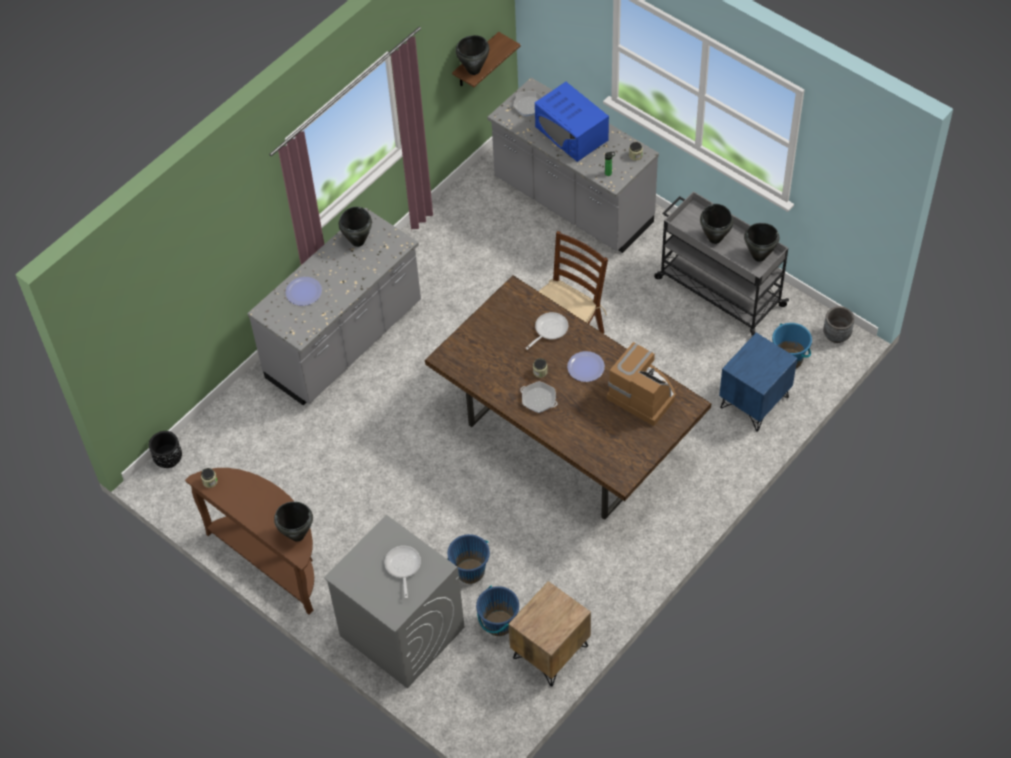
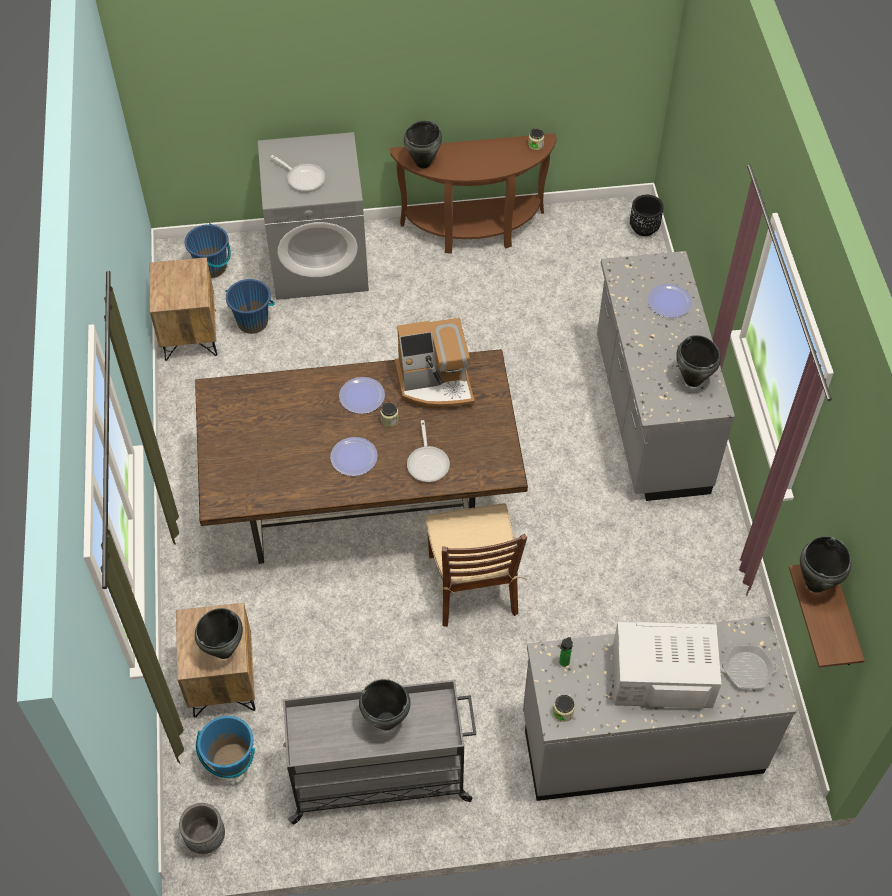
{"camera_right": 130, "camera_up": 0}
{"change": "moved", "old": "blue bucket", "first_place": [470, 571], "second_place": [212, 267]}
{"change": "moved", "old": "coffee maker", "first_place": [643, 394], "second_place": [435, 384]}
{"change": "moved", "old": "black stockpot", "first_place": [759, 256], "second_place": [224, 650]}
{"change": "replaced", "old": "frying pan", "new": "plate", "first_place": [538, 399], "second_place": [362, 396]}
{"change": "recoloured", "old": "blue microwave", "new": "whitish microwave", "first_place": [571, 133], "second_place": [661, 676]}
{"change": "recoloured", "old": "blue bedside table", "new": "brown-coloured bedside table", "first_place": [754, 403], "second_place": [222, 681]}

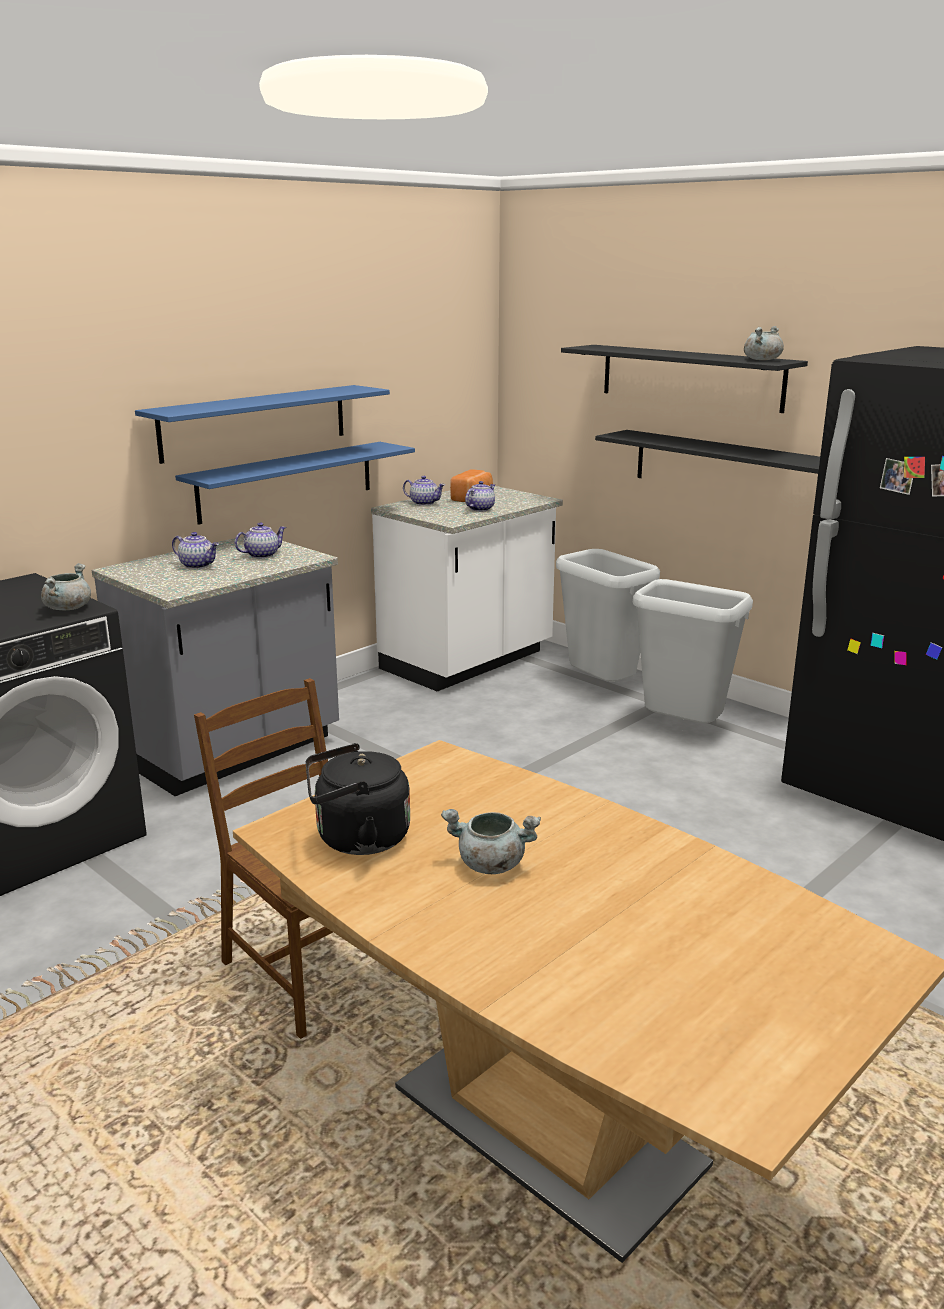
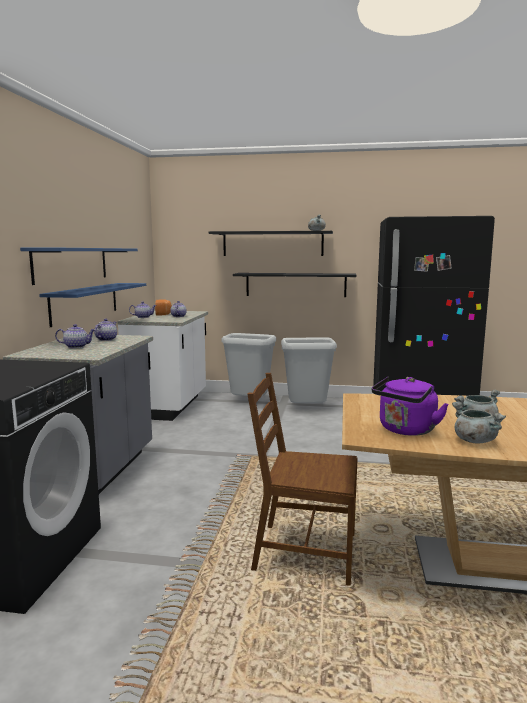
{"camera_right": -35, "camera_up": -10}
{"change": "moved", "old": "gray stockpot", "first_place": [68, 608], "second_place": [473, 440]}
{"change": "recoloured", "old": "black kettle", "new": "purple-coloured kettle", "first_place": [357, 839], "second_place": [405, 430]}

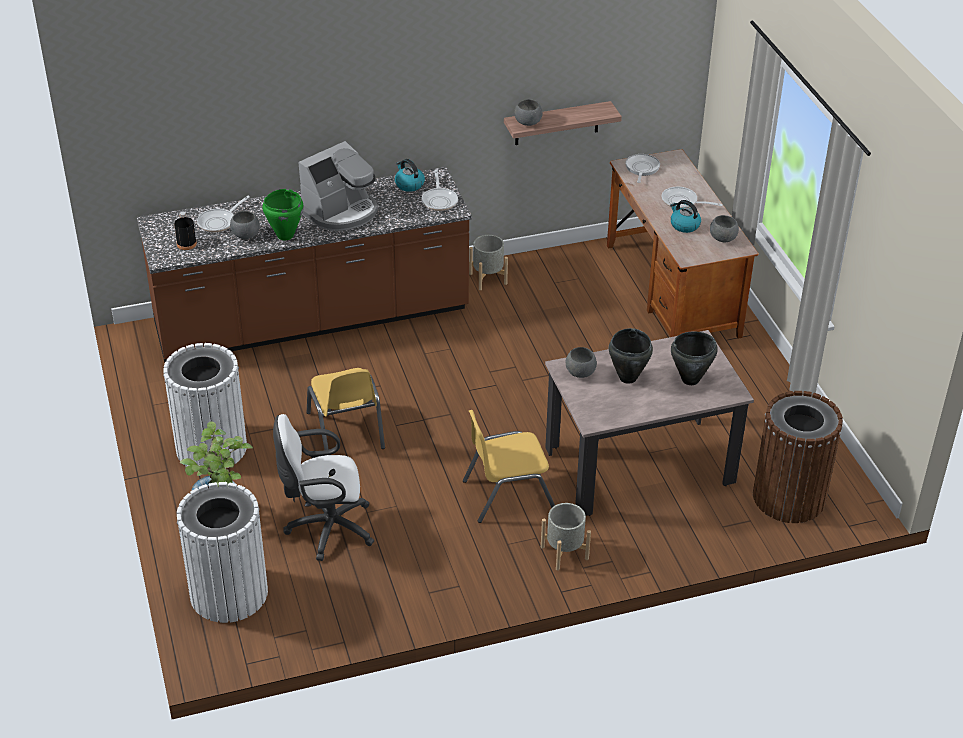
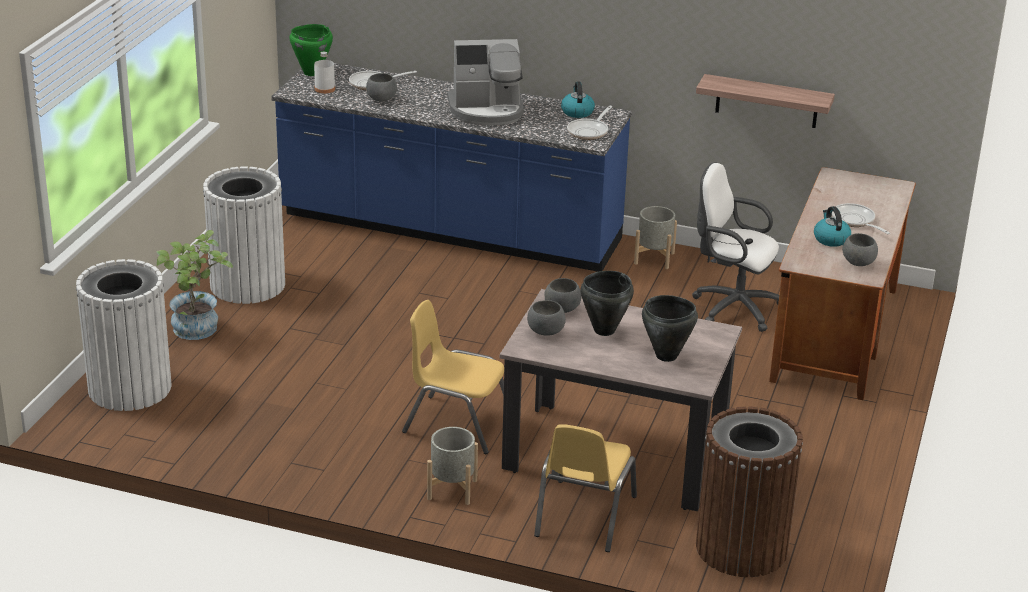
{"camera_right": 35, "camera_up": -10}
{"change": "removed", "old": "frying pan", "first_place": [641, 168]}
{"change": "moved", "old": "green-coloured stockpot", "first_place": [285, 236], "second_place": [311, 72]}
{"change": "moved", "old": "whitish office chair", "first_place": [325, 529], "second_place": [732, 307]}
{"change": "moved", "old": "yellow-coloured chair", "first_place": [346, 431], "second_place": [584, 516]}
{"change": "moved", "old": "gray bowl", "first_place": [527, 123], "second_place": [545, 331]}
{"change": "recoloured", "old": "brown-coloured kitchen base unit", "new": "blue kitchen base unit", "first_place": [312, 320], "second_place": [450, 229]}
{"change": "recoloured", "old": "black beverage bottle", "new": "whitish beverage bottle", "first_place": [186, 244], "second_place": [324, 89]}

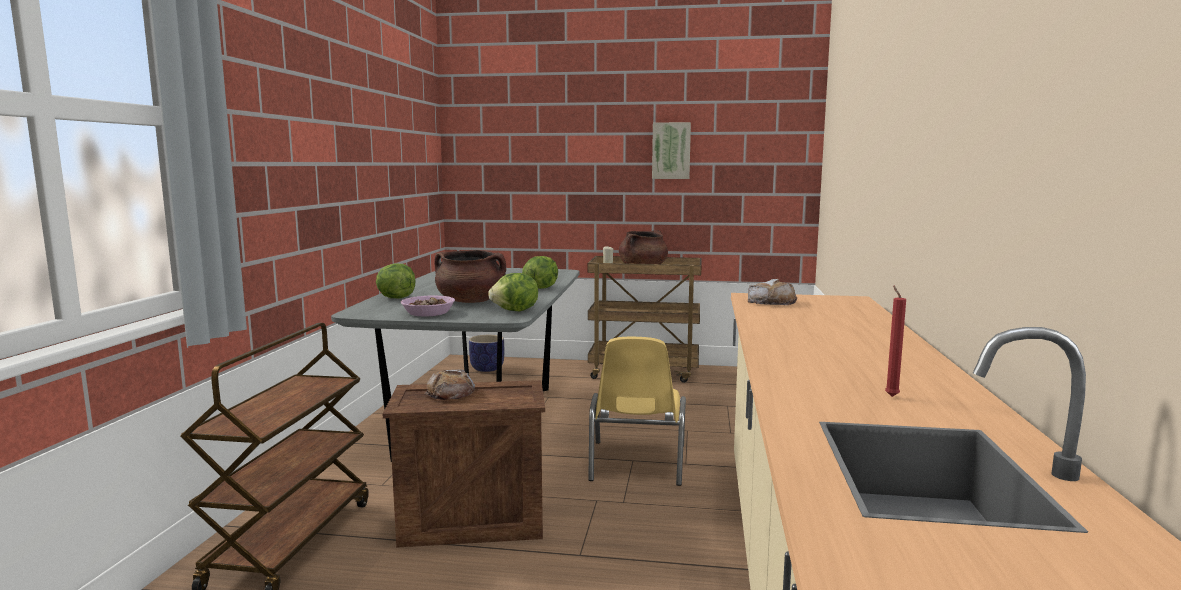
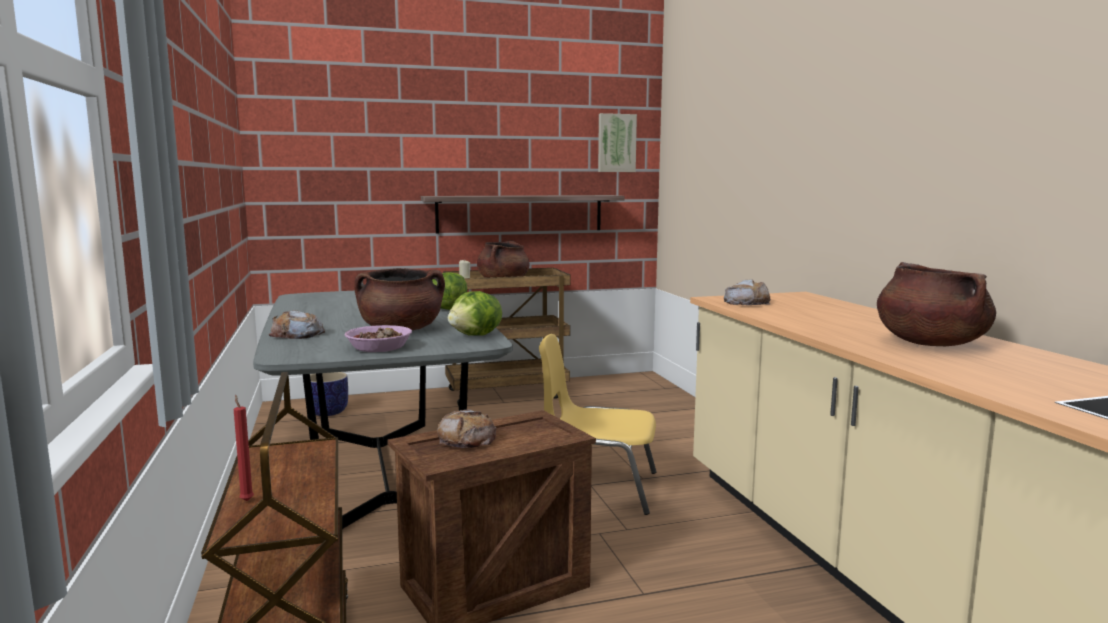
{"camera_right": -25, "camera_up": 0}
{"change": "added", "new": "wall shelf", "second_place": [520, 213]}
{"change": "added", "new": "brown-coloured stockpot", "second_place": [929, 343]}
{"change": "moved", "old": "wall art", "first_place": [671, 150], "second_place": [616, 143]}
{"change": "moved", "old": "red-coloured wax candle", "first_place": [890, 396], "second_place": [246, 500]}
{"change": "replaced", "old": "lettuce head", "new": "baked bread", "first_place": [395, 298], "second_place": [297, 334]}
{"change": "turned", "old": "yellow-coloured chair", "first_place": [636, 464], "second_place": [598, 487], "degrees": 120}

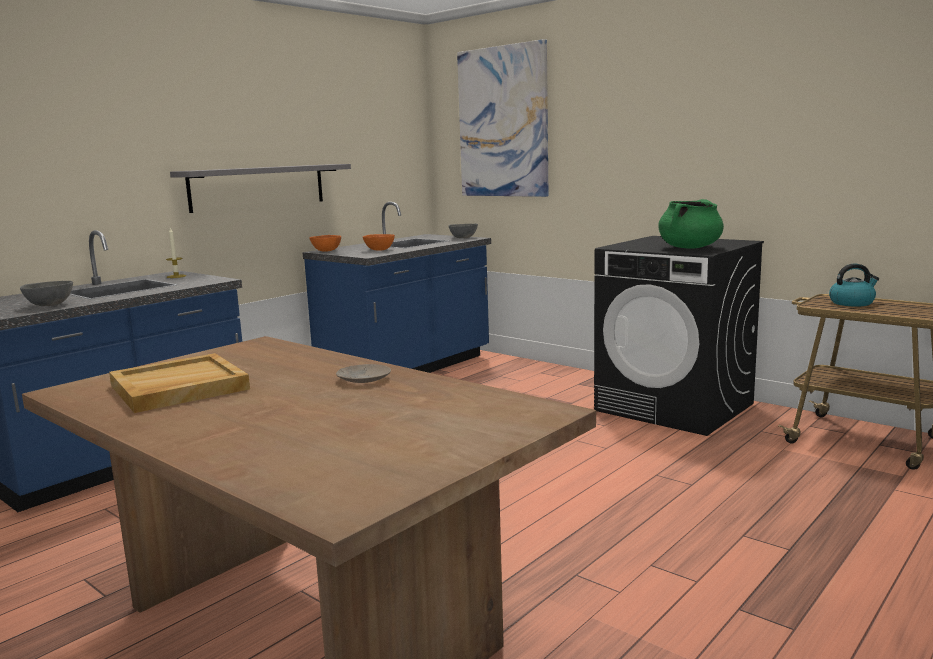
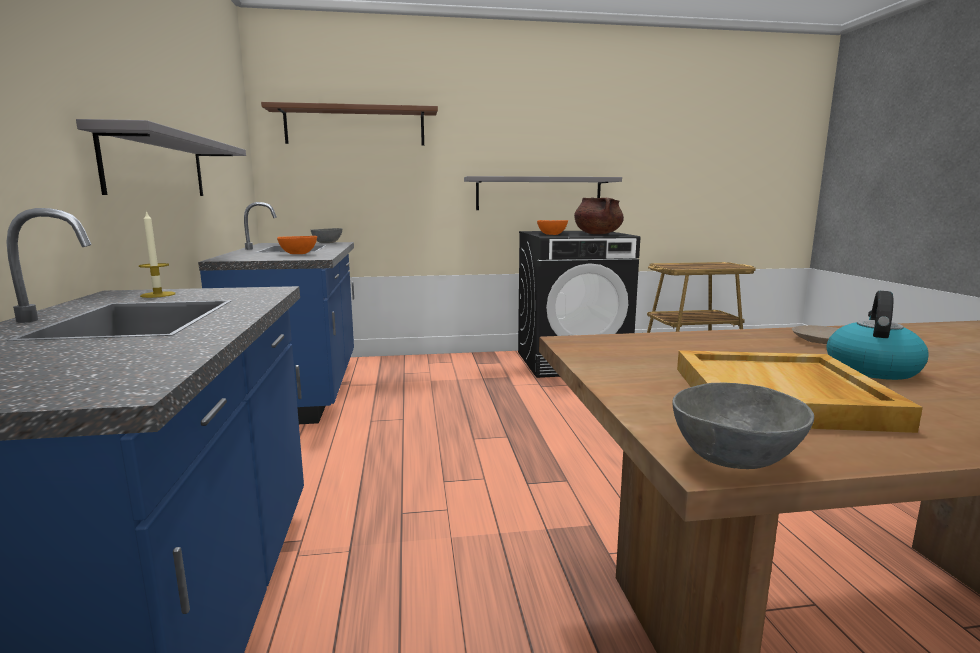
{"camera_right": -50, "camera_up": 0}
{"change": "added", "new": "gray wall shelf", "second_place": [538, 193]}
{"change": "moved", "old": "gray bowl", "first_place": [50, 305], "second_place": [736, 458]}
{"change": "moved", "old": "orange bowl", "first_place": [326, 251], "second_place": [552, 234]}
{"change": "moved", "old": "kettle", "first_place": [852, 303], "second_place": [871, 369]}
{"change": "replaced", "old": "wall art", "new": "brown-coloured wall shelf", "first_place": [503, 122], "second_place": [355, 126]}
{"change": "recoloured", "old": "green-coloured stockpot", "new": "brown-coloured stockpot", "first_place": [690, 248], "second_place": [597, 234]}

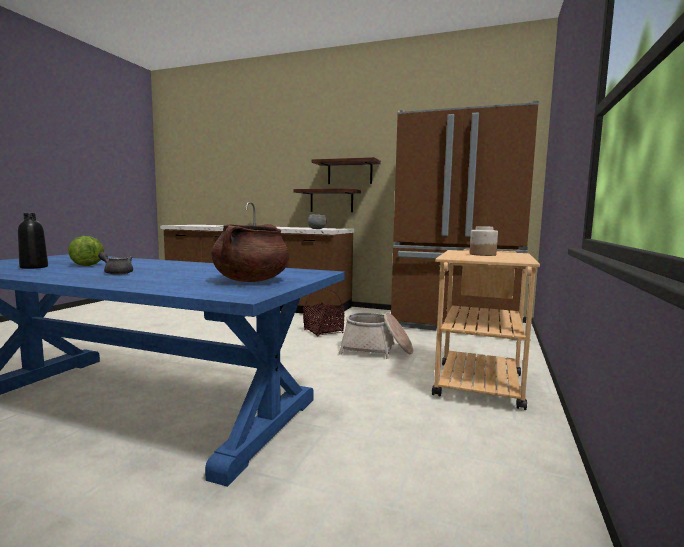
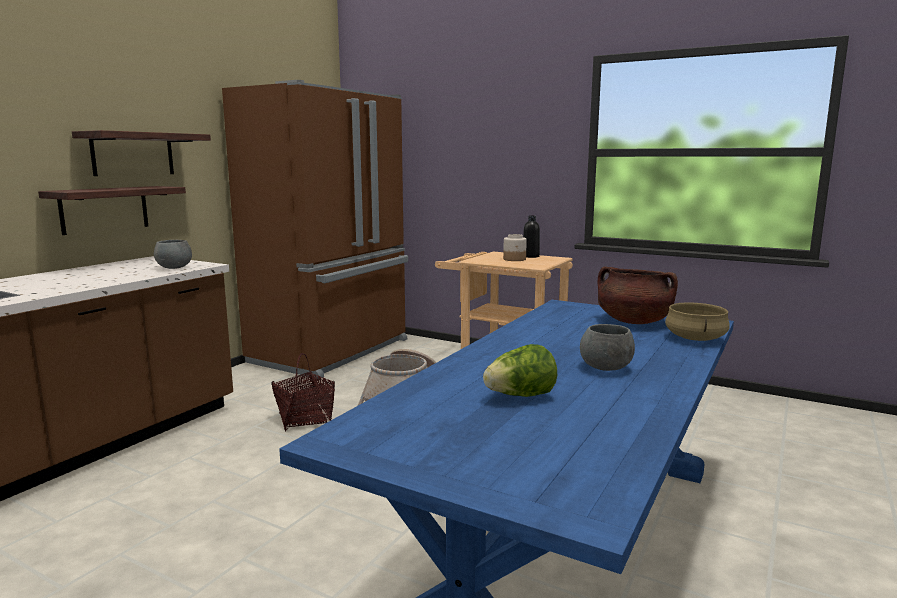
{"camera_right": -80, "camera_up": 5}
{"change": "added", "new": "beige stockpot", "second_place": [696, 338]}
{"change": "moved", "old": "black beverage bottle", "first_place": [34, 267], "second_place": [530, 256]}
{"change": "replaced", "old": "gray tea pot", "new": "gray bowl", "first_place": [116, 273], "second_place": [606, 368]}

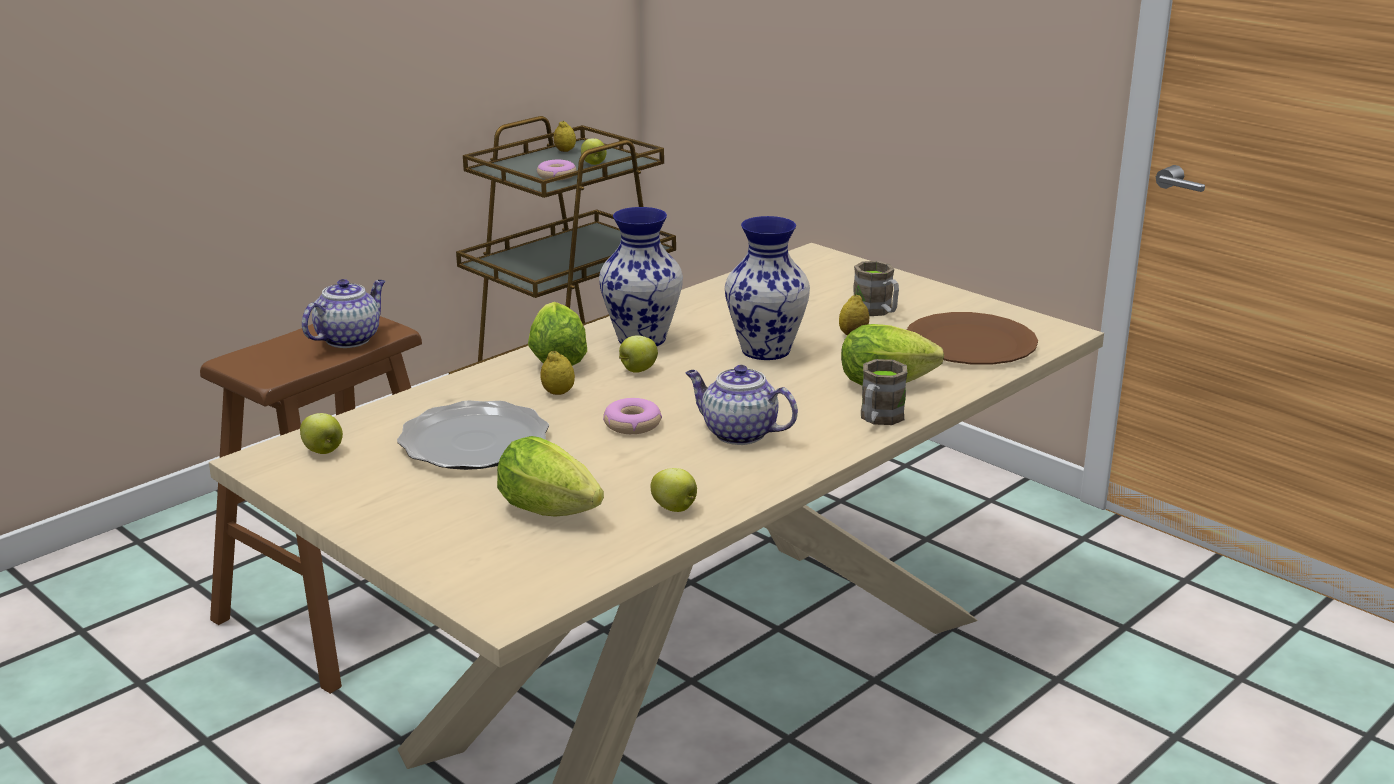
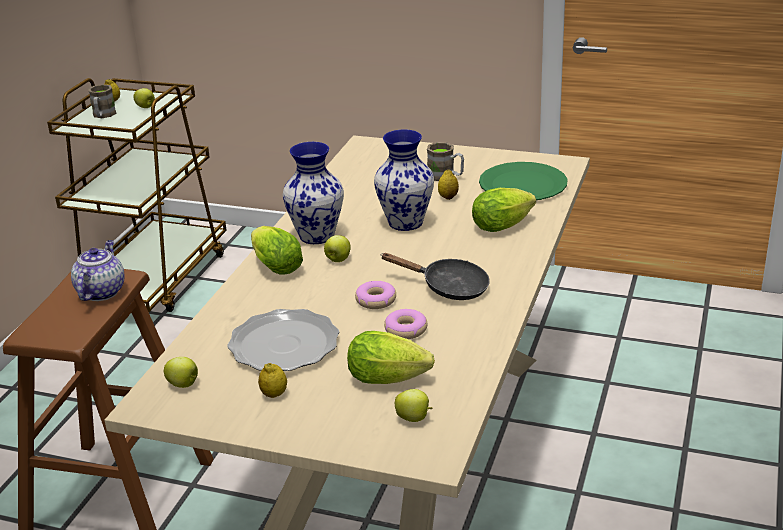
{"camera_right": -25, "camera_up": 5}
{"change": "moved", "old": "ring doughnut", "first_place": [557, 176], "second_place": [406, 330]}
{"change": "moved", "old": "lemon", "first_place": [558, 393], "second_place": [274, 394]}
{"change": "moved", "old": "apple", "first_place": [675, 509], "second_place": [414, 418]}
{"change": "moved", "old": "brown-coloured tea mug", "first_place": [878, 419], "second_place": [103, 115]}
{"change": "replaced", "old": "tea pot", "new": "black frying pan", "first_place": [737, 433], "second_place": [448, 287]}
{"change": "recoloured", "old": "brown-coloured plate", "new": "green-coloured plate", "first_place": [971, 343], "second_place": [523, 184]}

